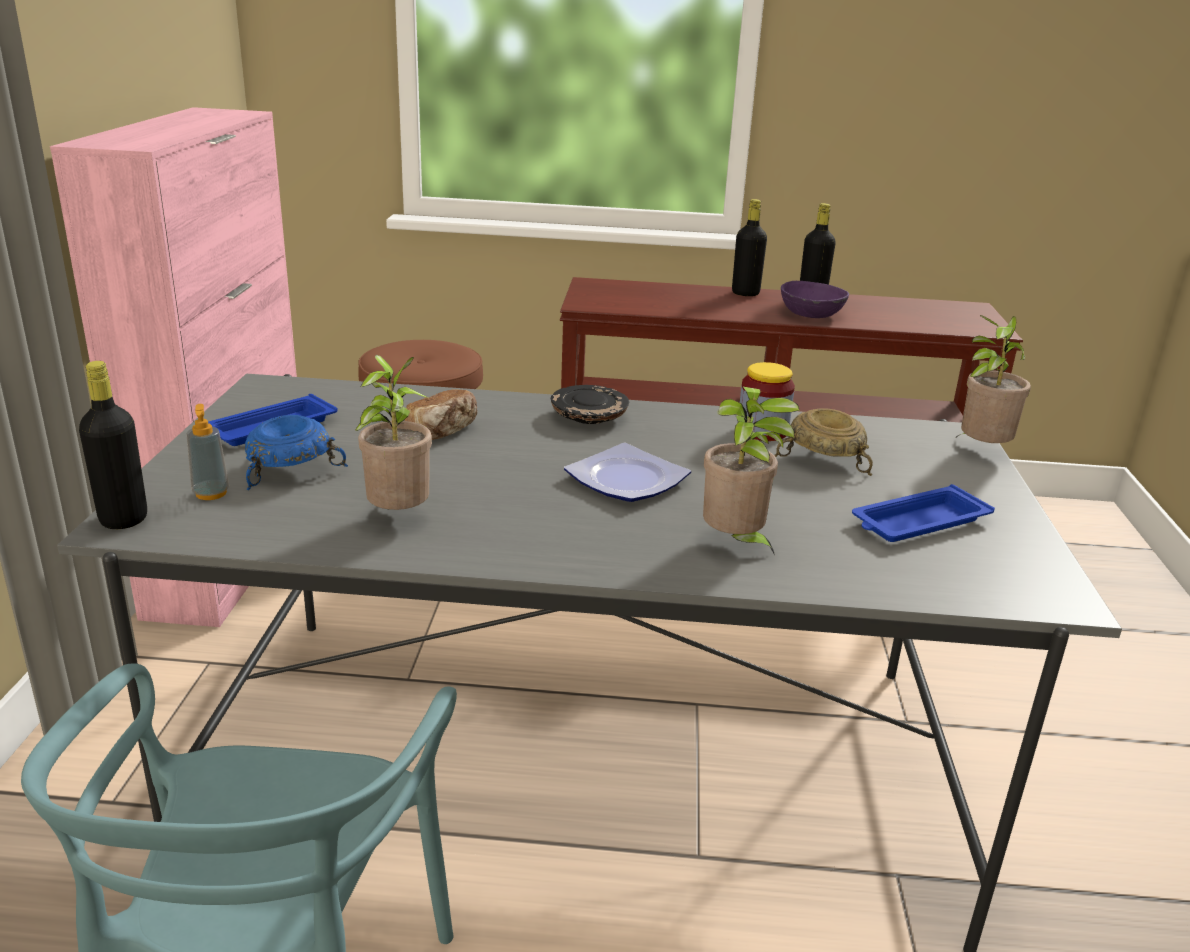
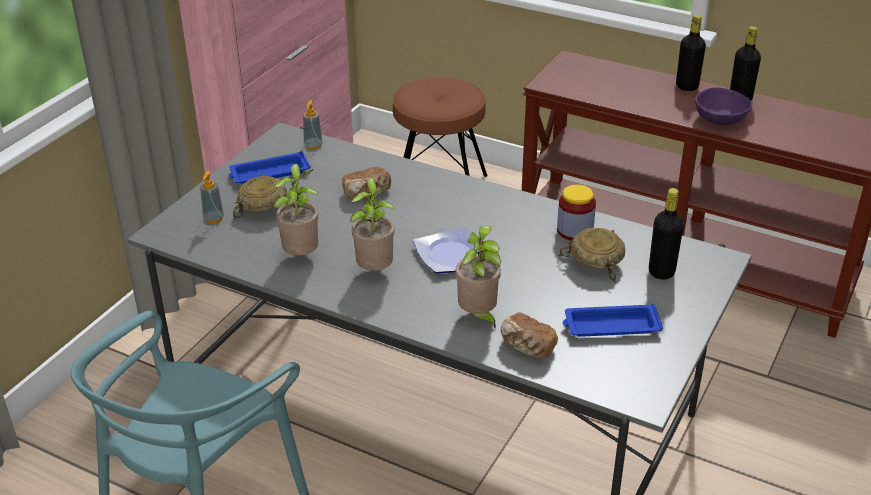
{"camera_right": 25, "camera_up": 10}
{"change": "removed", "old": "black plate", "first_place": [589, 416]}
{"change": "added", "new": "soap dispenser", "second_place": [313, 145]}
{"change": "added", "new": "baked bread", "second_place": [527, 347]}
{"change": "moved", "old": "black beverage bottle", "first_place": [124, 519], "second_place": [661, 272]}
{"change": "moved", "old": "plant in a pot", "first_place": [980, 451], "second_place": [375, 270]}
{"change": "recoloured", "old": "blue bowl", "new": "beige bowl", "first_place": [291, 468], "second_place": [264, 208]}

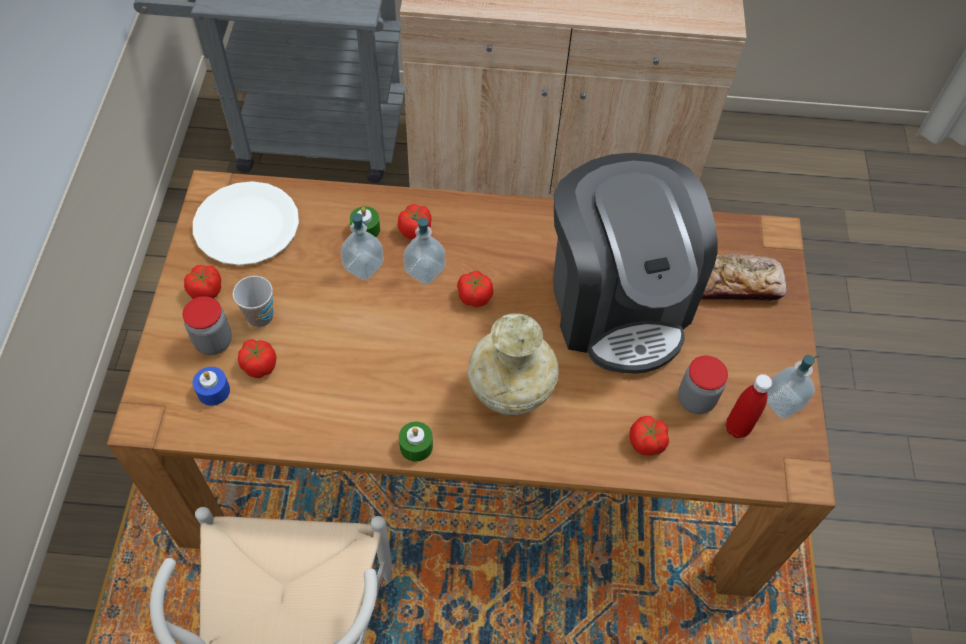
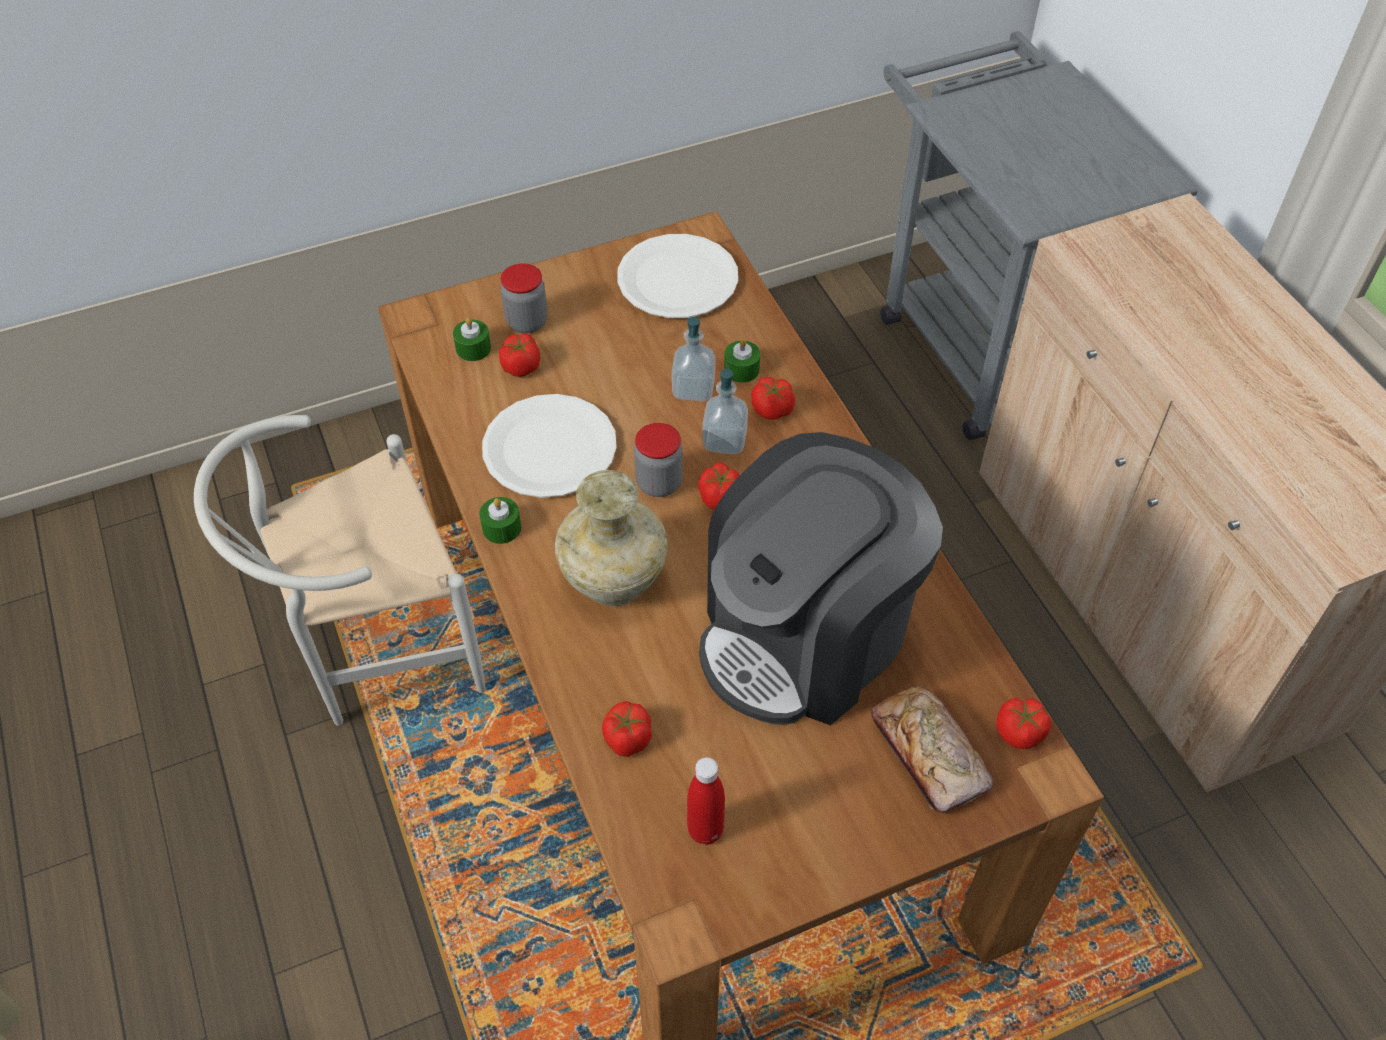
{"camera_right": 65, "camera_up": -5}
{"change": "removed", "old": "drinking cup", "first_place": [260, 316]}
{"change": "removed", "old": "soap dispenser", "first_place": [782, 402]}
{"change": "added", "new": "whitish plate", "second_place": [549, 448]}
{"change": "moved", "old": "fresh tomato", "first_place": [206, 291], "second_place": [1019, 732]}
{"change": "moved", "old": "jar", "first_place": [695, 399], "second_place": [659, 483]}
{"change": "recoloured", "old": "blue wax candle", "new": "green-coloured wax candle", "first_place": [213, 391], "second_place": [473, 348]}

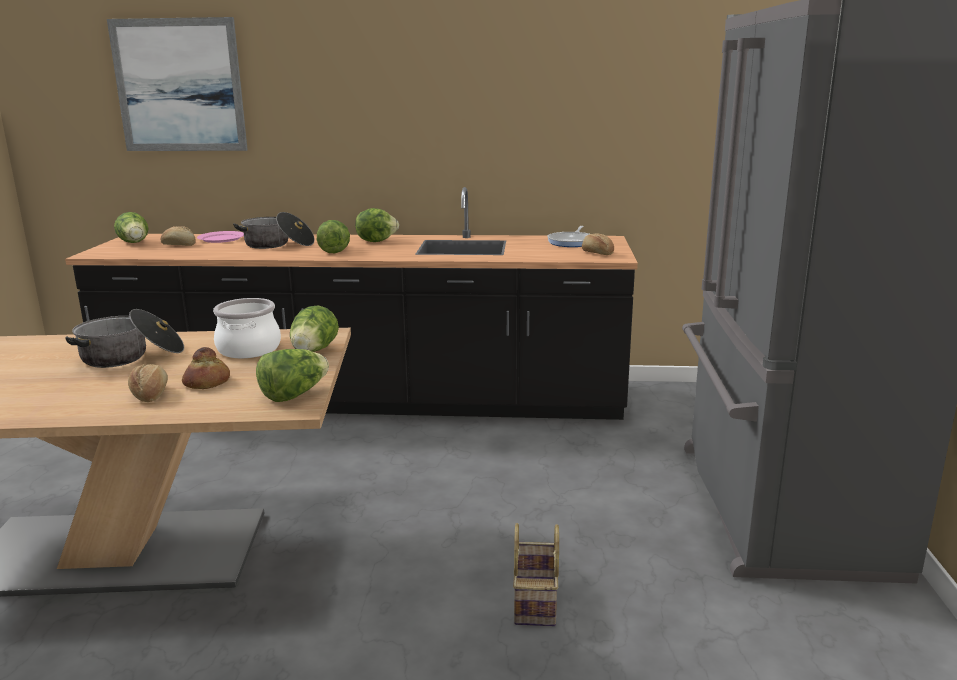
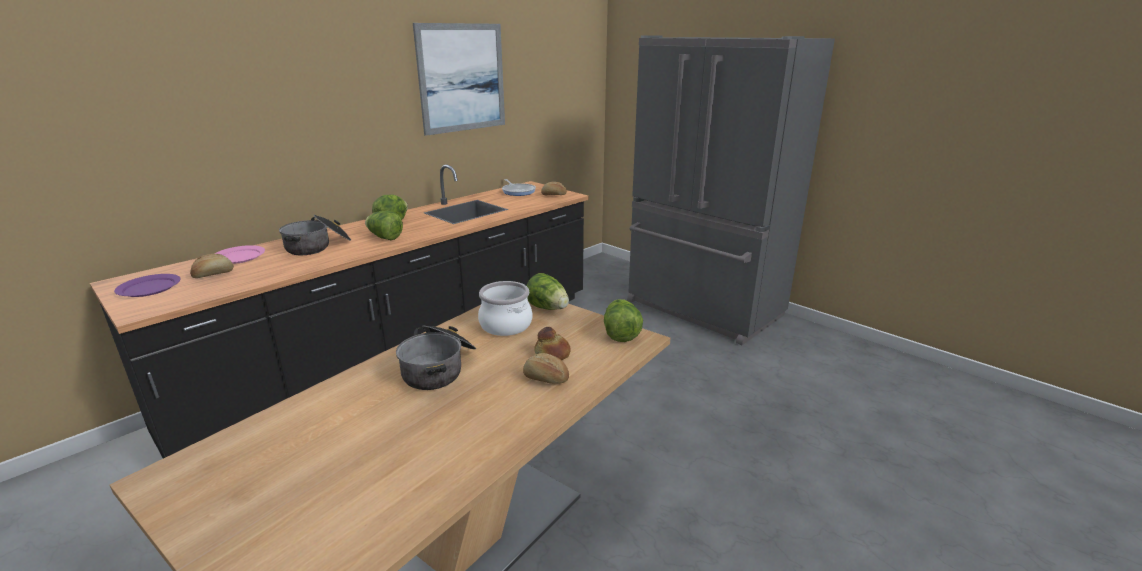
{"camera_right": -50, "camera_up": 5}
{"change": "removed", "old": "storage basket", "first_place": [536, 603]}
{"change": "moved", "old": "wall art", "first_place": [179, 86], "second_place": [462, 78]}
{"change": "replaced", "old": "lettuce head", "new": "purple-coloured plate", "first_place": [135, 243], "second_place": [149, 288]}

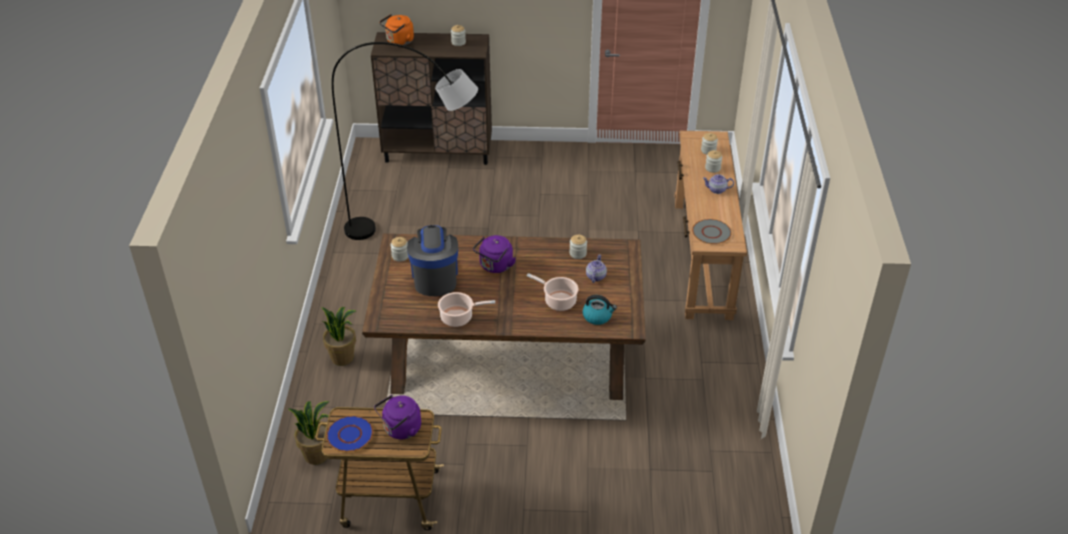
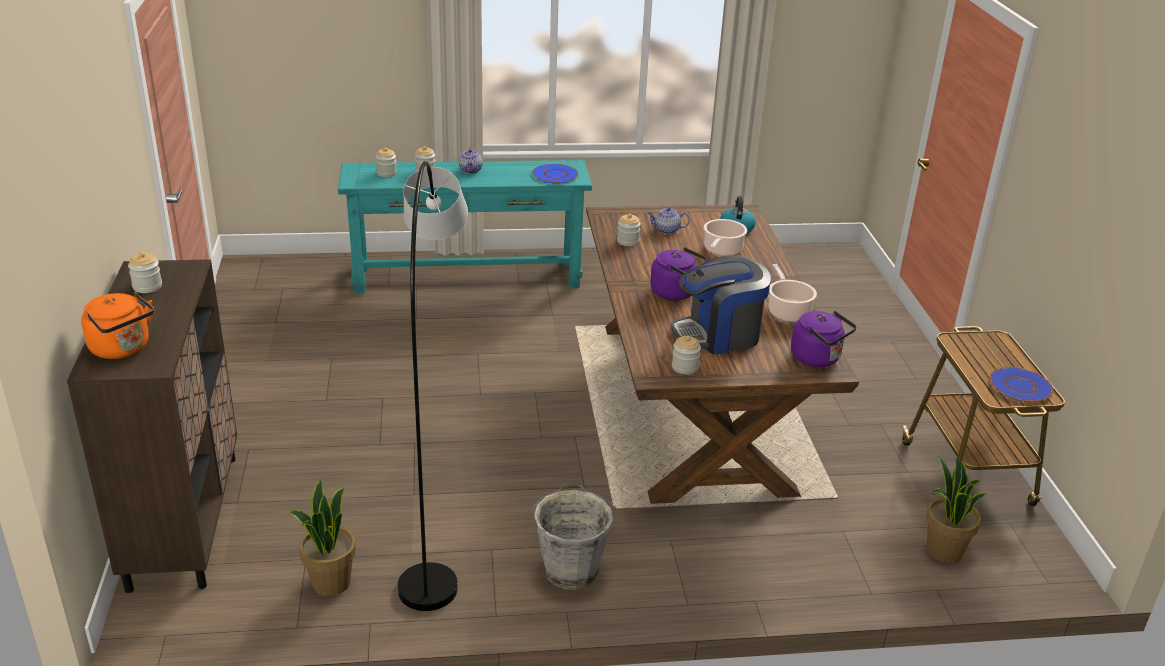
{"camera_right": -100, "camera_up": -10}
{"change": "added", "new": "gray bucket", "second_place": [571, 569]}
{"change": "moved", "old": "plant in a pot", "first_place": [343, 357], "second_place": [330, 582]}
{"change": "moved", "old": "purple-coloured kettle", "first_place": [400, 430], "second_place": [818, 358]}
{"change": "recoloured", "old": "brown-coloured hall table", "new": "turquoise-coloured hall table", "first_place": [702, 258], "second_place": [467, 277]}
{"change": "recoloured", "old": "gray plate", "new": "blue plate", "first_place": [711, 232], "second_place": [554, 175]}

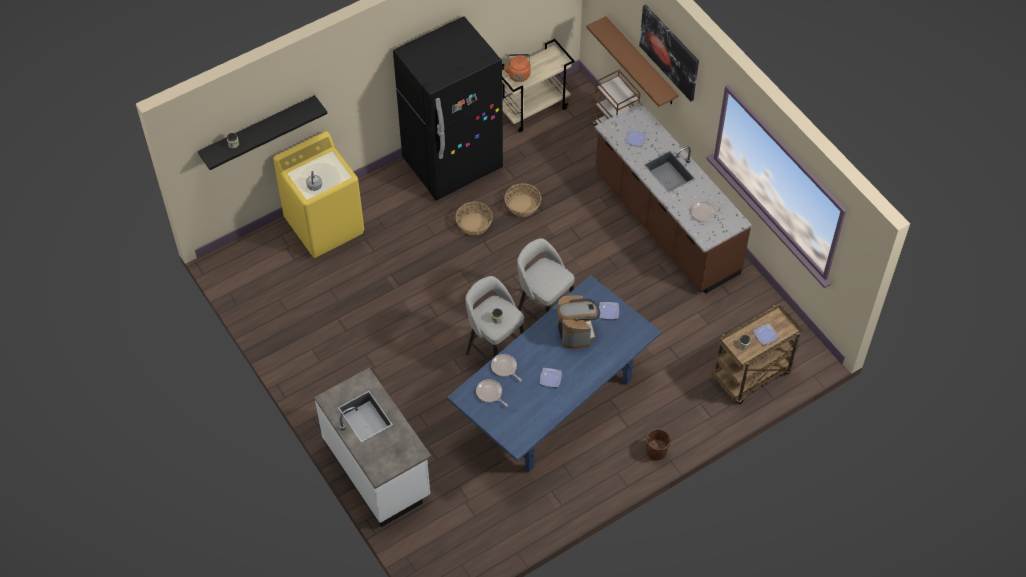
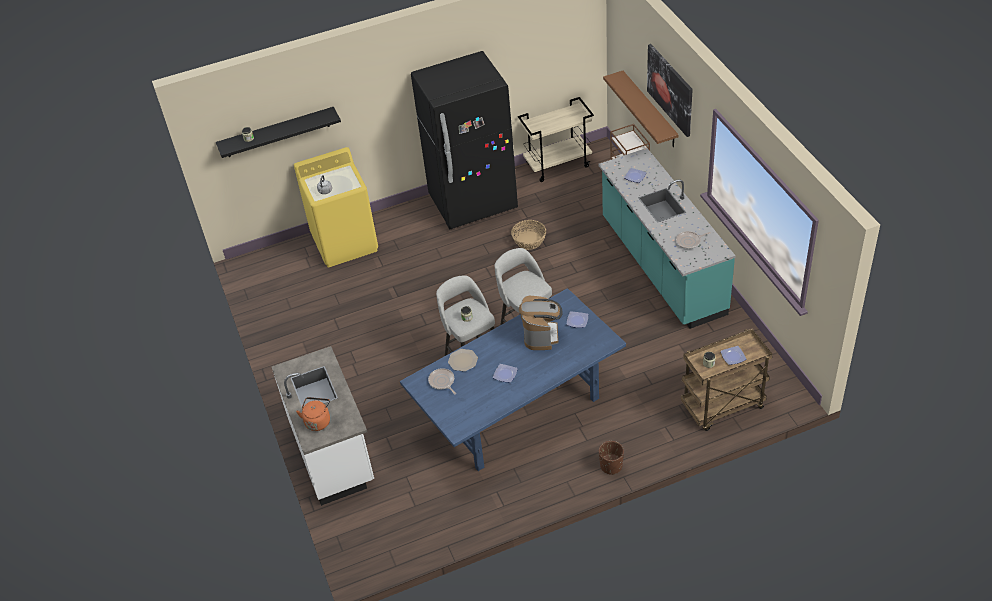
{"camera_right": 15, "camera_up": -10}
{"change": "removed", "old": "storage basket", "first_place": [474, 224]}
{"change": "moved", "old": "orange kettle", "first_place": [518, 74], "second_place": [318, 421]}
{"change": "replaced", "old": "frying pan", "new": "plate", "first_place": [505, 368], "second_place": [463, 361]}
{"change": "recoloured", "old": "brown-coloured kitchen base unit", "new": "turquoise-coloured kitchen base unit", "first_place": [665, 224], "second_place": [661, 266]}

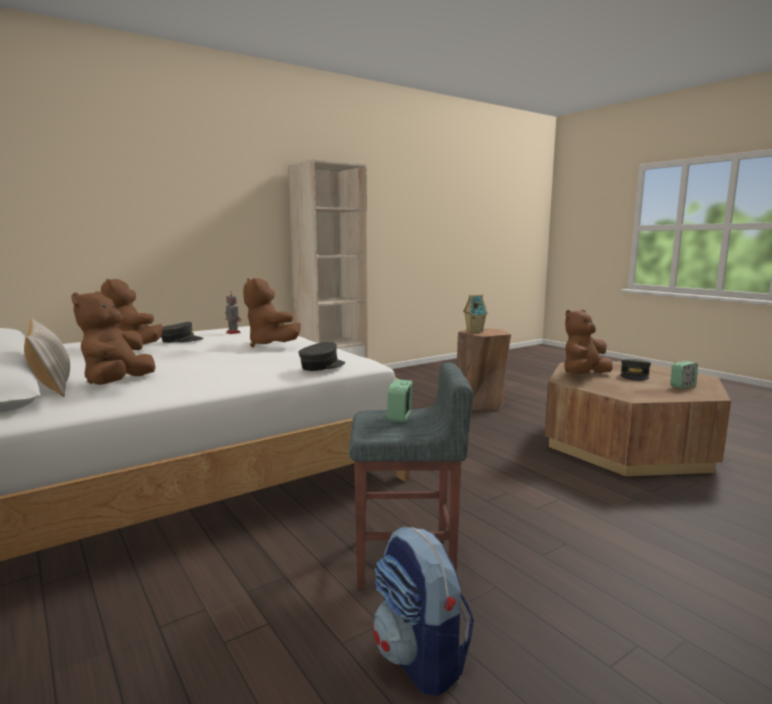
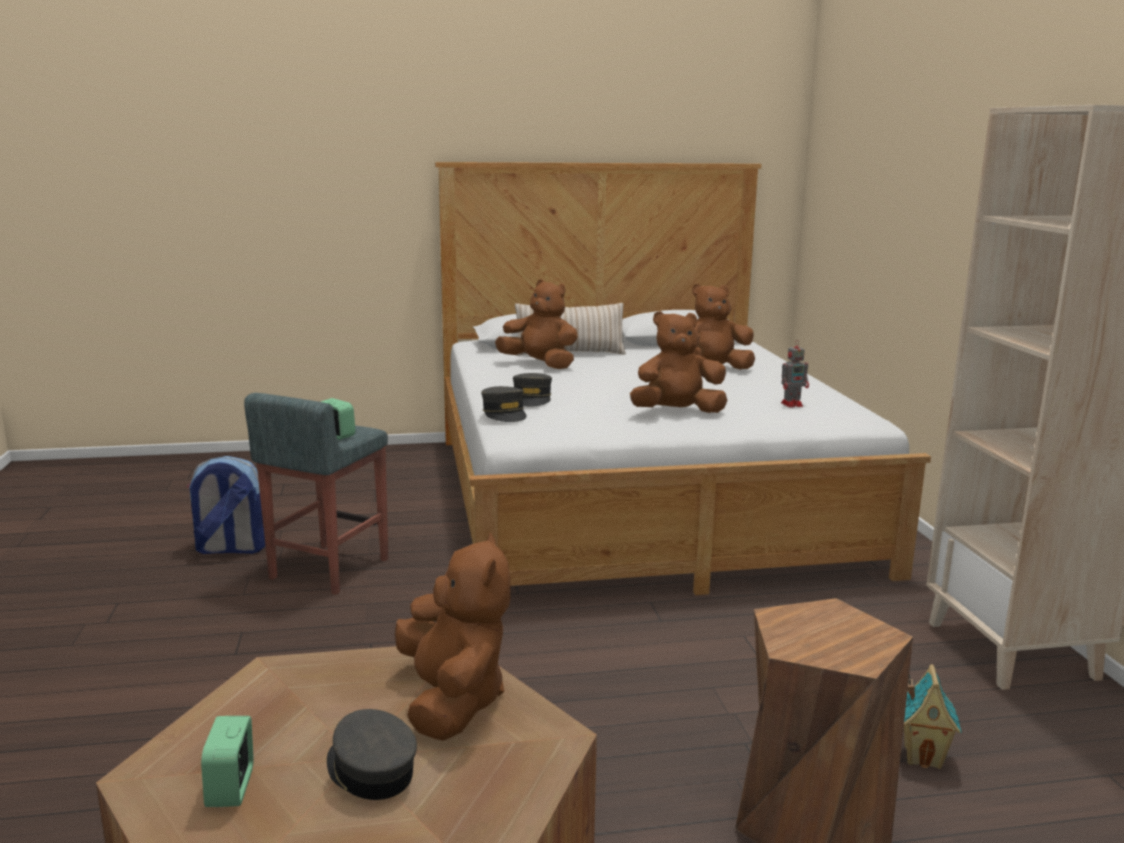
{"camera_right": 115, "camera_up": 5}
{"change": "moved", "old": "gray peaked cap", "first_place": [181, 340], "second_place": [532, 399]}
{"change": "moved", "old": "toy house", "first_place": [474, 331], "second_place": [923, 756]}

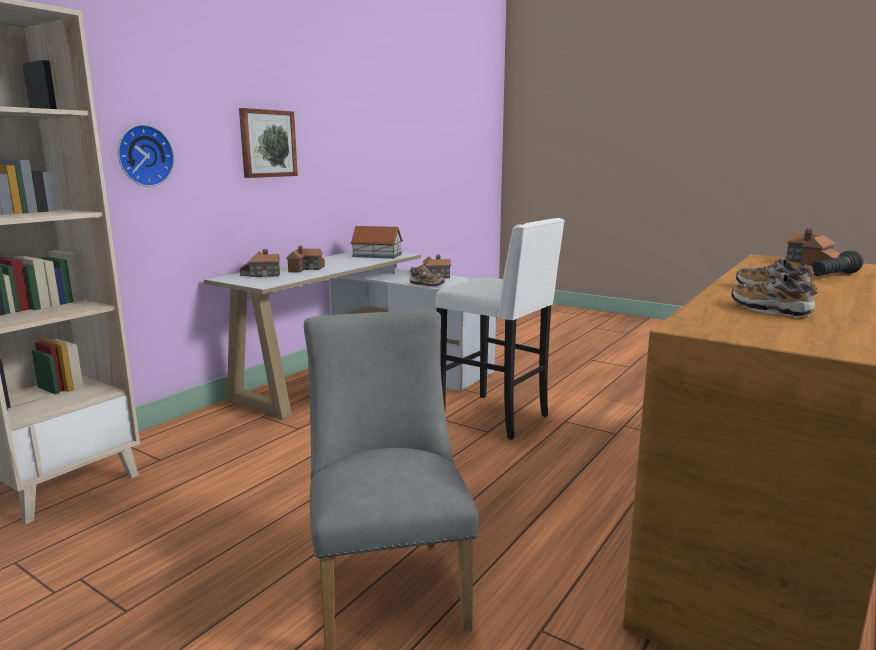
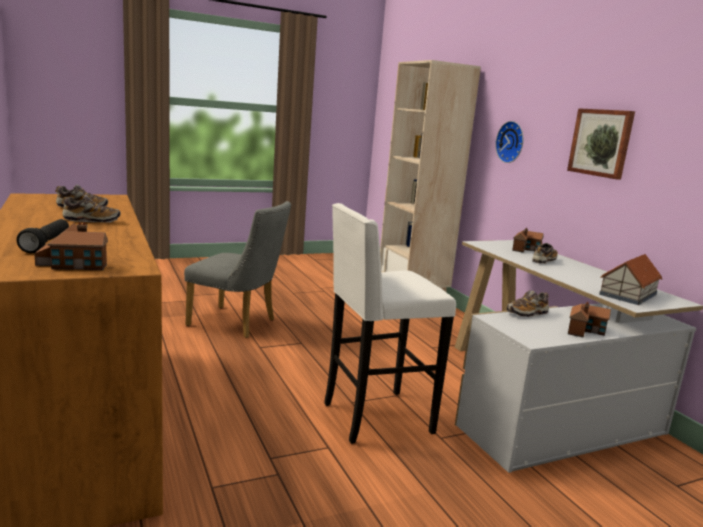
{"camera_right": 120, "camera_up": 0}
{"change": "replaced", "old": "toy house", "new": "shoe", "first_place": [306, 269], "second_place": [544, 261]}

